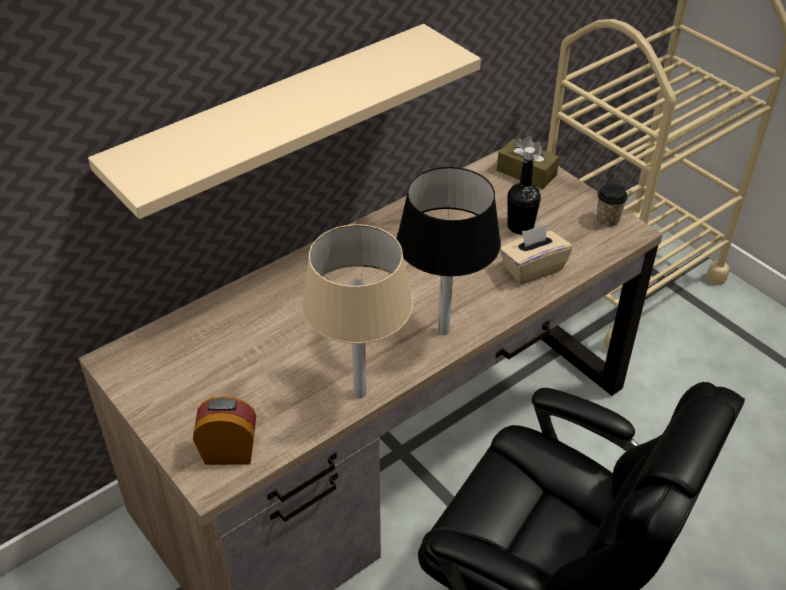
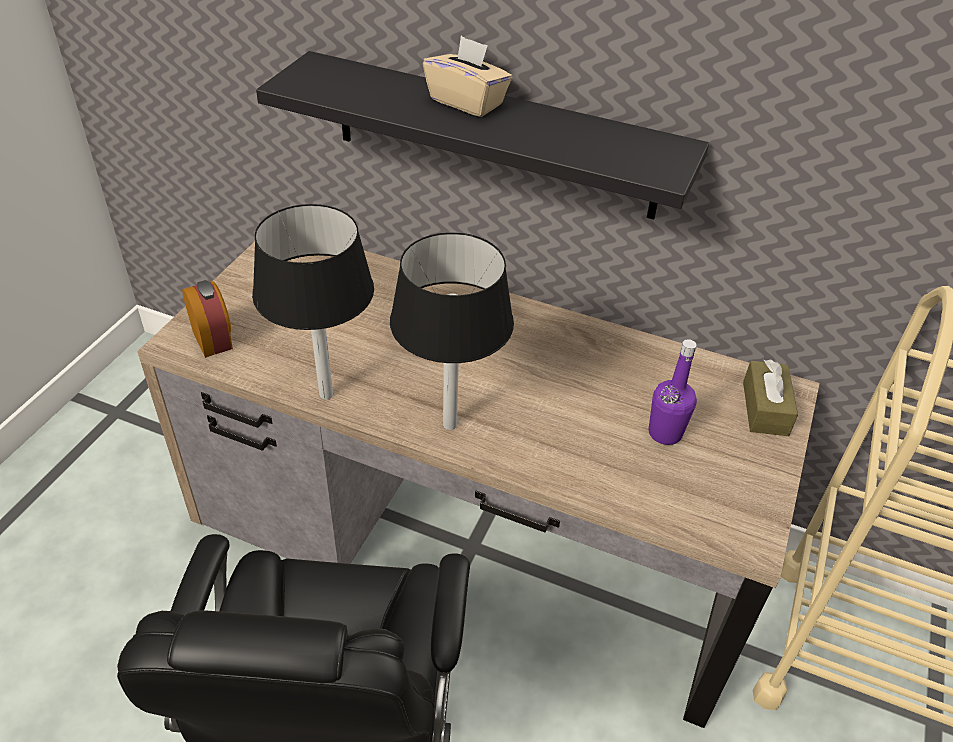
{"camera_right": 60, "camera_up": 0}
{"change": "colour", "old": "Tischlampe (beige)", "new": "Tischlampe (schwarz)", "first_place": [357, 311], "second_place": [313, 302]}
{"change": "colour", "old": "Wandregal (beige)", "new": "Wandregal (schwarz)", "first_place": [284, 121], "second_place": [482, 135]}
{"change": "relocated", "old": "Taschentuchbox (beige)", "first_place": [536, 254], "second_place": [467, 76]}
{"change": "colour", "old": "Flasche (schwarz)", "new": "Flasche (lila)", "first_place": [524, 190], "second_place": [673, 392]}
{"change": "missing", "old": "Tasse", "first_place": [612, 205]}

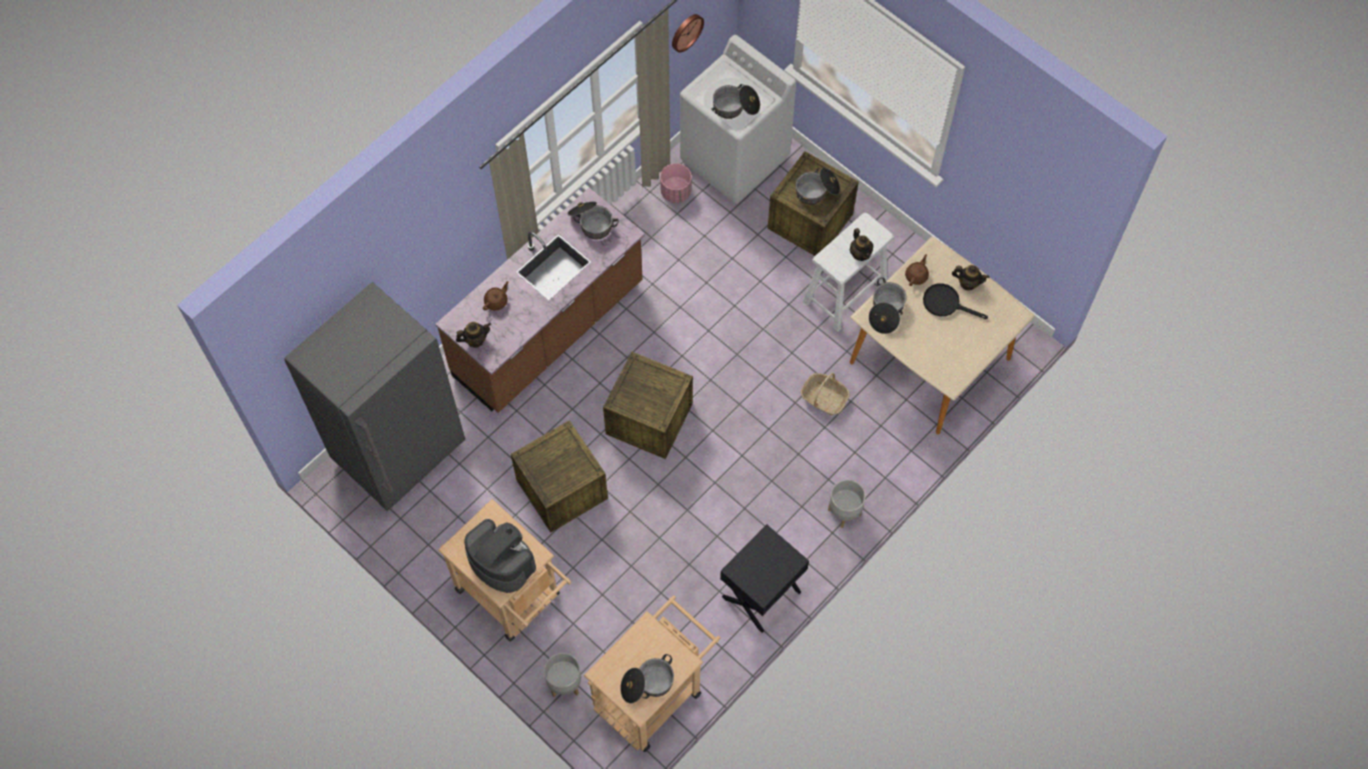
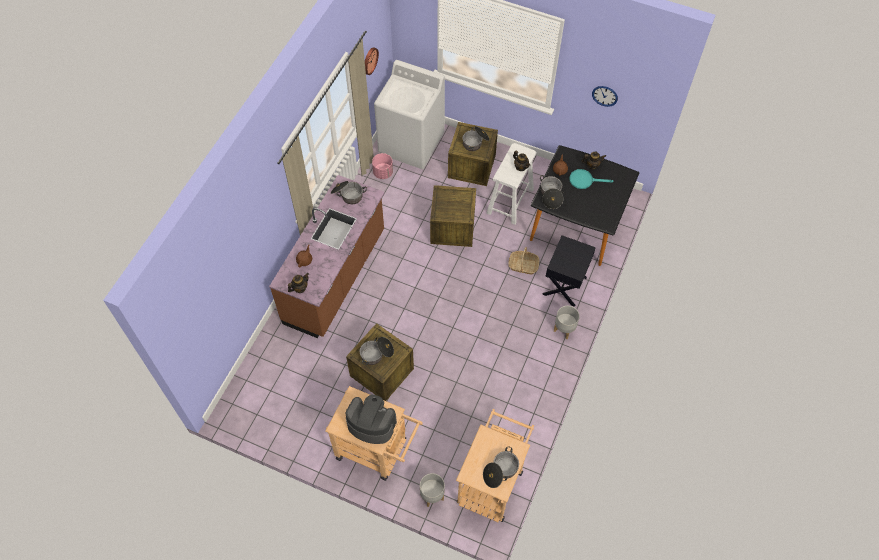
{"camera_right": -20, "camera_up": -5}
{"change": "relocated", "old": "Kochtopf", "first_place": [735, 101], "second_place": [377, 351]}
{"change": "relocated", "old": "Kiste", "first_place": [648, 405], "second_place": [453, 216]}
{"change": "colour", "old": "Esstisch (beige)", "new": "Esstisch (schwarz)", "first_place": [942, 335], "second_place": [584, 205]}
{"change": "relocated", "old": "Nachttisch (schwarz)", "first_place": [764, 578], "second_place": [569, 271]}
{"change": "colour", "old": "Pfanne (schwarz)", "new": "Pfanne (türkis)", "first_place": [955, 301], "second_place": [591, 179]}
{"change": "appeared", "new": "Wanduhr", "second_place": [605, 96]}
{"change": "missing", "old": "Kühlschrank (grau)", "first_place": [374, 396]}

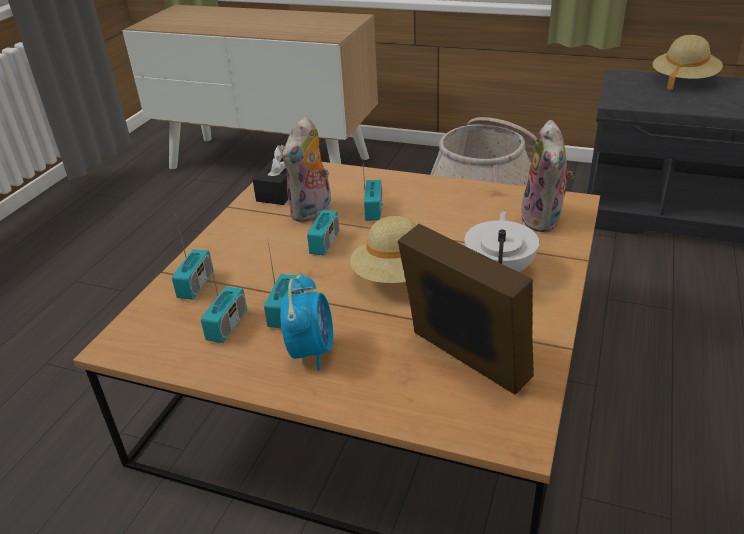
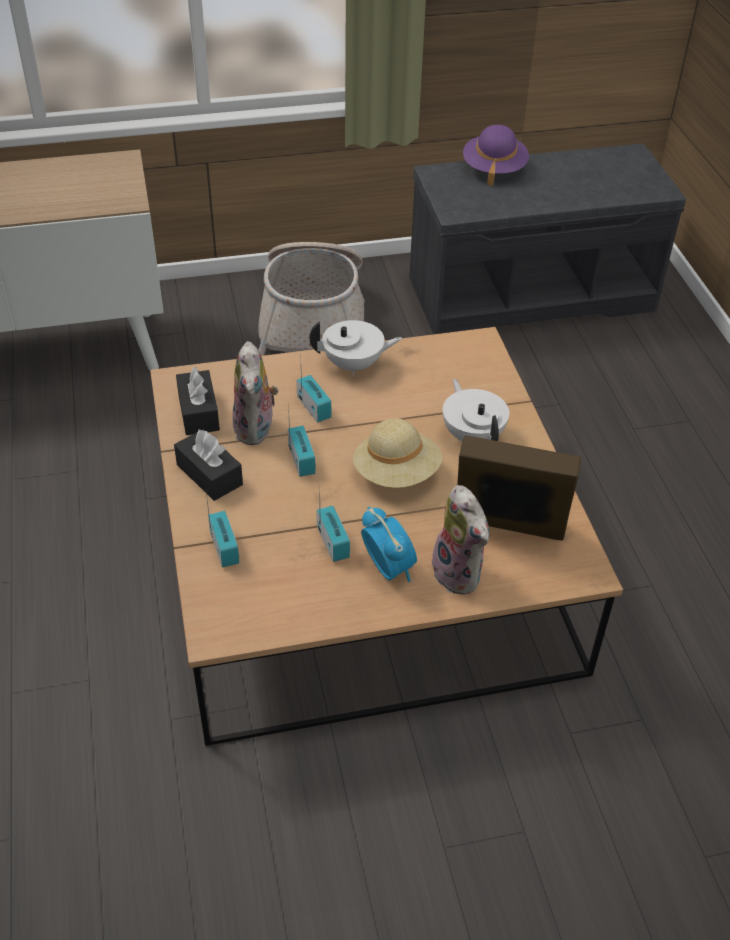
{"camera_right": -35, "camera_up": 10}
{"change": "appeared", "new": "Taschentuchbox (schwarz)", "second_place": [208, 465]}
{"change": "appeared", "new": "Teekanne (weiß)", "second_place": [355, 348]}
{"change": "relocated", "old": "Plüschtier", "first_place": [547, 176], "second_place": [458, 540]}
{"change": "colour", "old": "Hut (beige)", "new": "Hut (lila)", "first_place": [687, 63], "second_place": [496, 155]}
{"change": "missing", "old": "Radio", "first_place": [224, 297]}

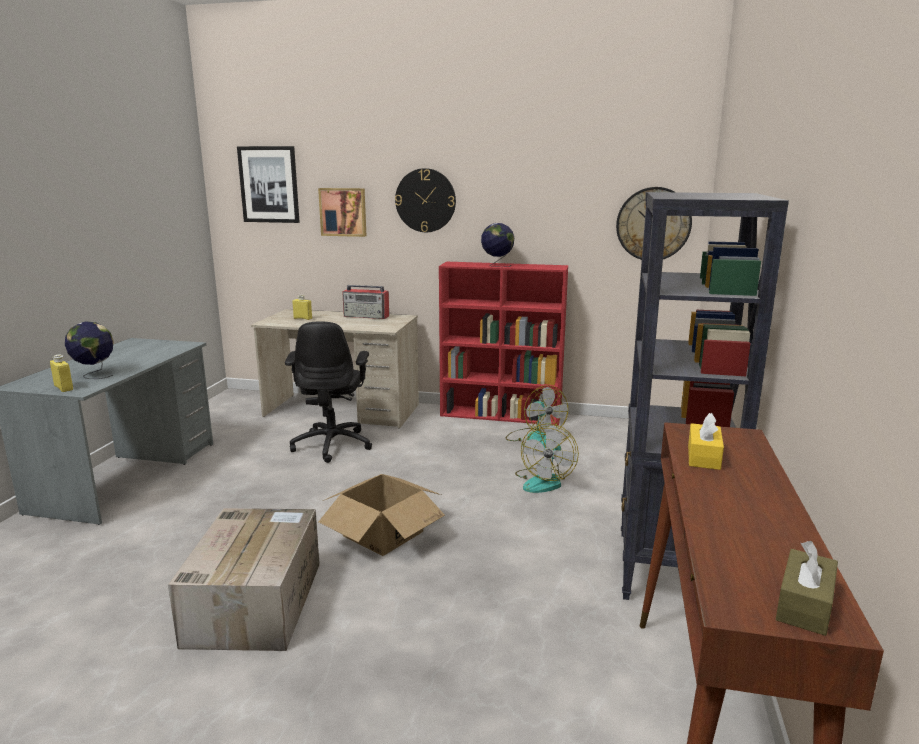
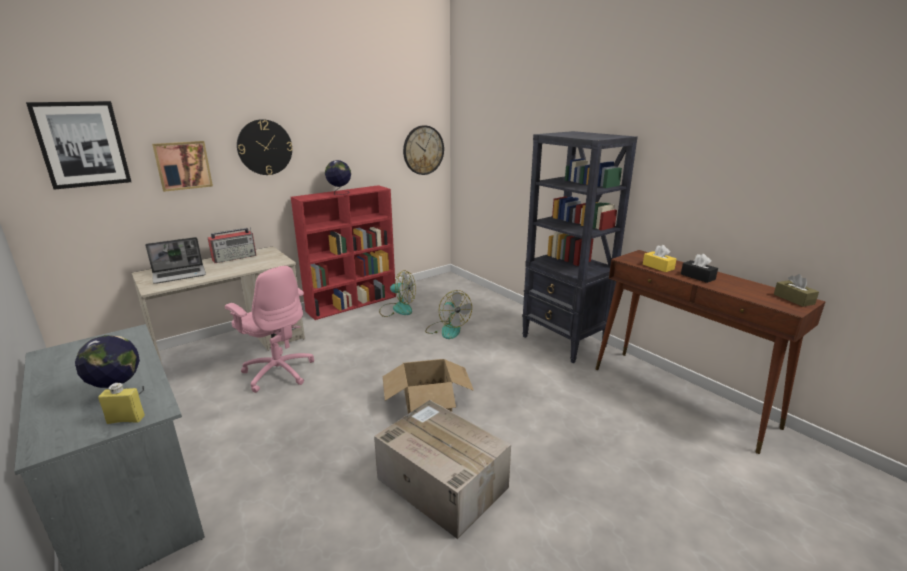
{"camera_right": -50, "camera_up": 5}
{"change": "exchanged", "old": "Flasche (gelb)", "new": "Laptop", "first_place": [302, 307], "second_place": [175, 260]}
{"change": "colour", "old": "Bürostuhl (schwarz)", "new": "Bürostuhl (rosa)", "first_place": [328, 392], "second_place": [269, 329]}
{"change": "appeared", "new": "Taschentuchbox (schwarz)", "second_place": [699, 268]}

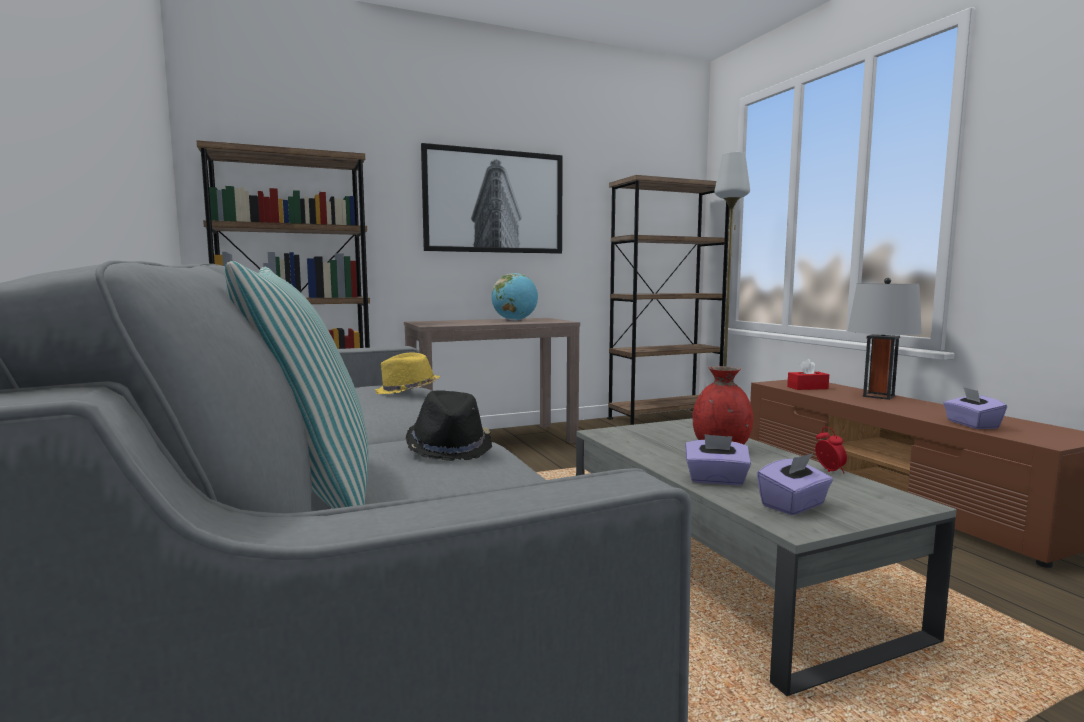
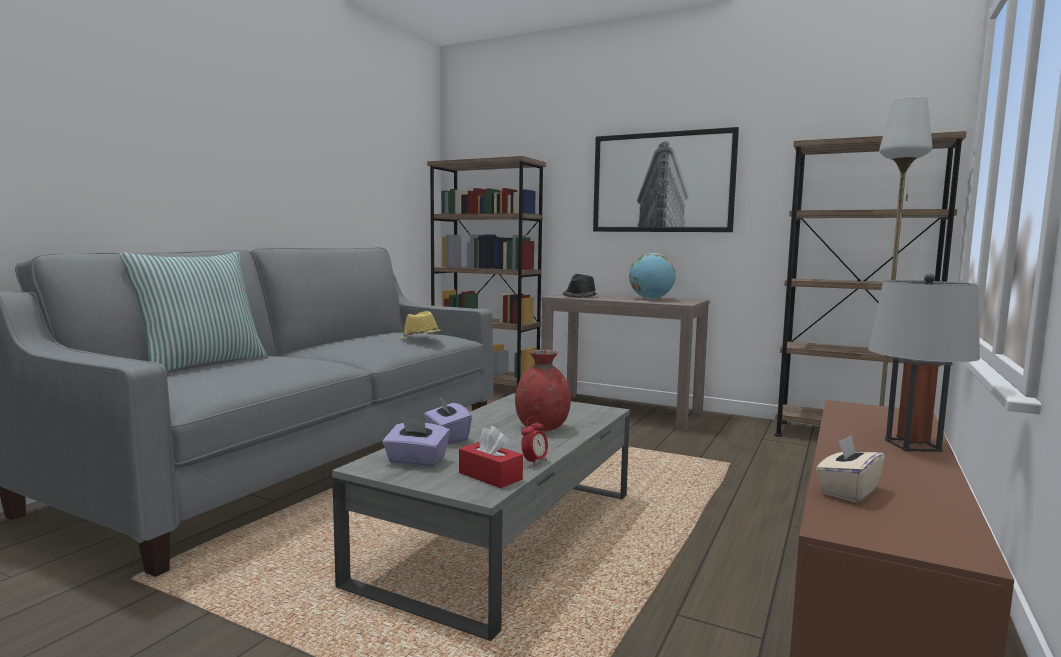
{"camera_right": 50, "camera_up": 0}
{"change": "relocated", "old": "Taschentuchbox (rot)", "first_place": [808, 374], "second_place": [491, 457]}
{"change": "relocated", "old": "Hut (schwarz)", "first_place": [449, 425], "second_place": [580, 286]}
{"change": "colour", "old": "Taschentuchbox (lila)", "new": "Taschentuchbox (beige)", "first_place": [975, 408], "second_place": [850, 469]}

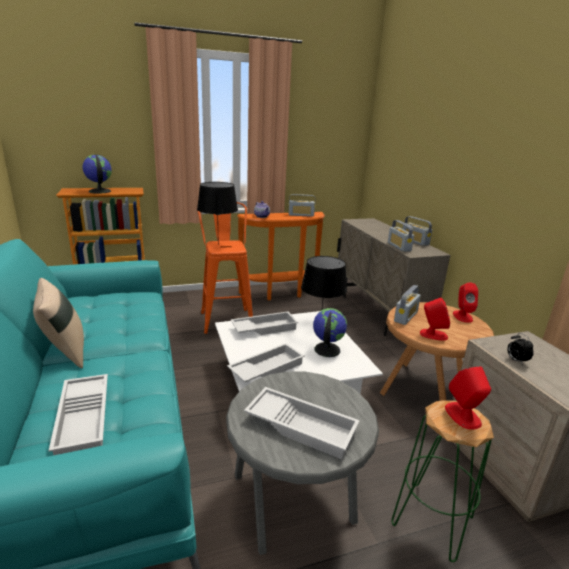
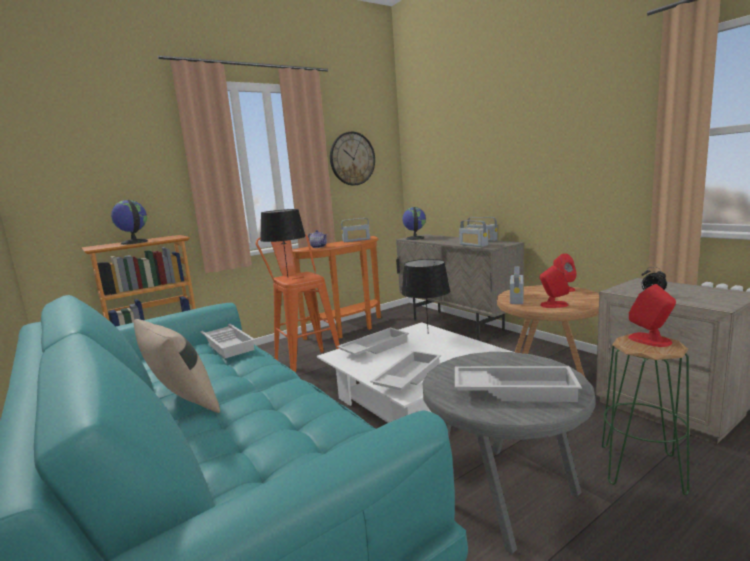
{"camera_right": -15, "camera_up": -10}
{"change": "relocated", "old": "Tablett (weiß)", "first_place": [78, 414], "second_place": [227, 341]}
{"change": "appeared", "new": "Wanduhr", "second_place": [352, 158]}
{"change": "relocated", "old": "Globus", "first_place": [330, 332], "second_place": [414, 223]}

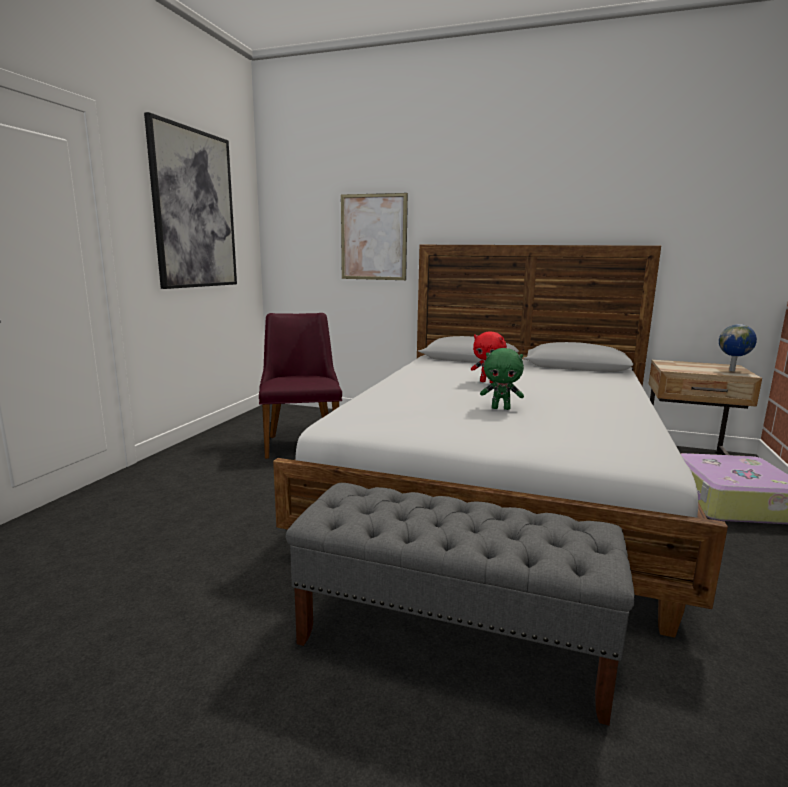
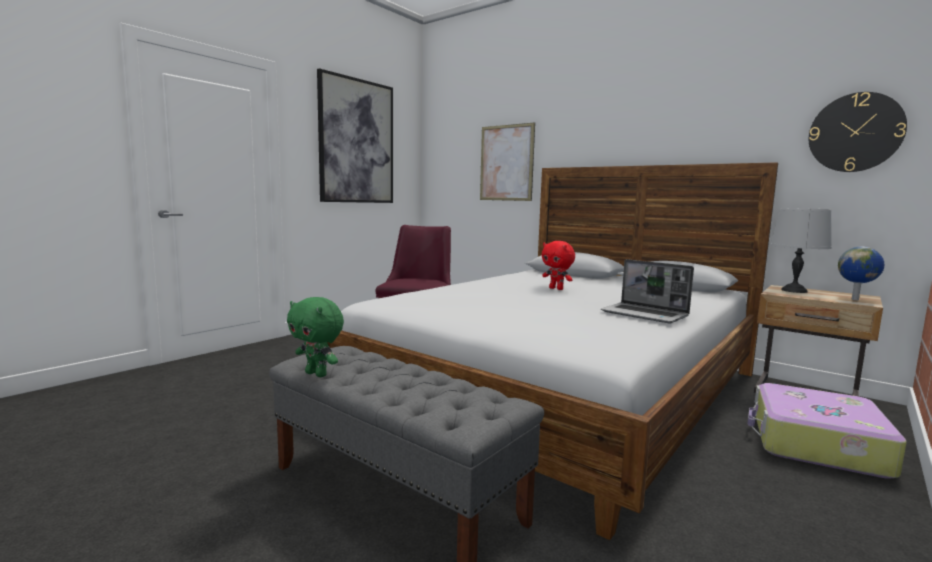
{"camera_right": 20, "camera_up": -5}
{"change": "relocated", "old": "Plüschtier (grün)", "first_place": [502, 379], "second_place": [315, 337]}
{"change": "appeared", "new": "Laptop", "second_place": [647, 291]}
{"change": "appeared", "new": "Tischlampe (grau)", "second_place": [801, 250]}
{"change": "appeared", "new": "Wanduhr", "second_place": [858, 132]}

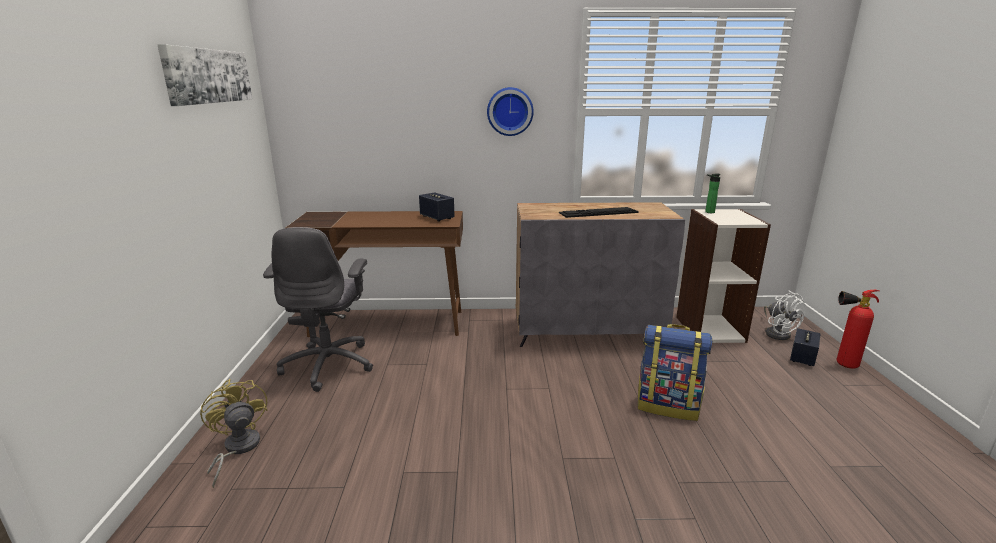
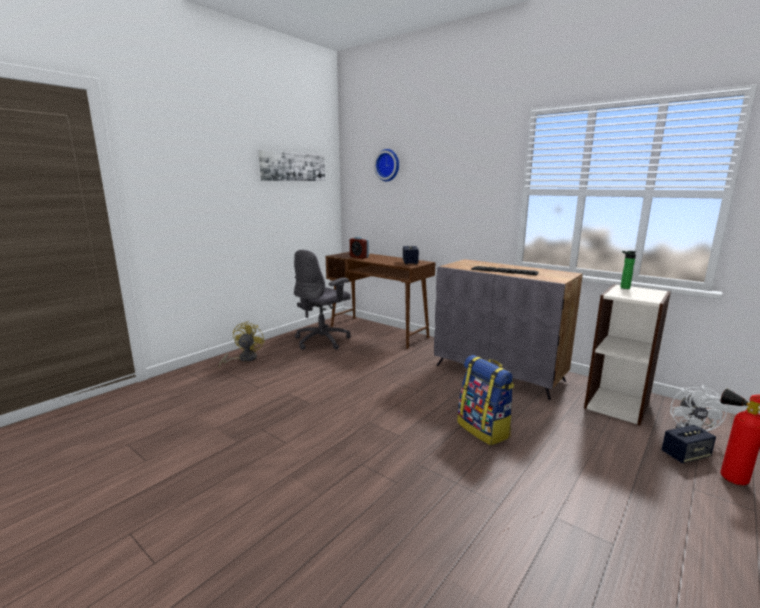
{"camera_right": 40, "camera_up": -5}
{"change": "appeared", "new": "Wecker", "second_place": [359, 248]}
{"change": "relocated", "old": "Wanduhr", "first_place": [510, 111], "second_place": [386, 165]}

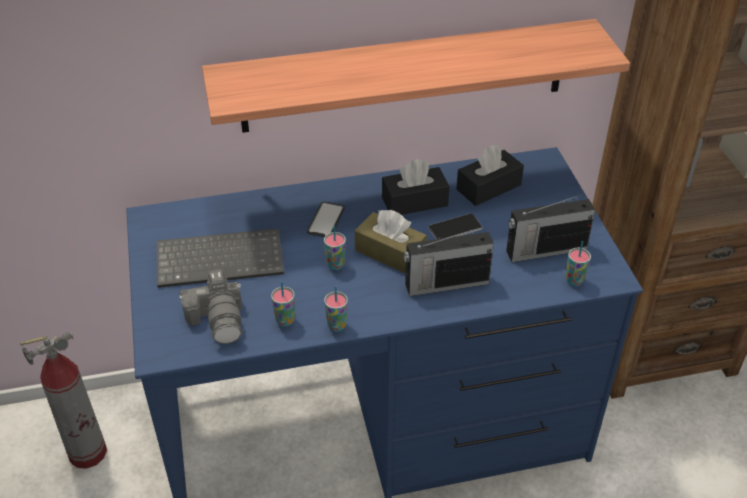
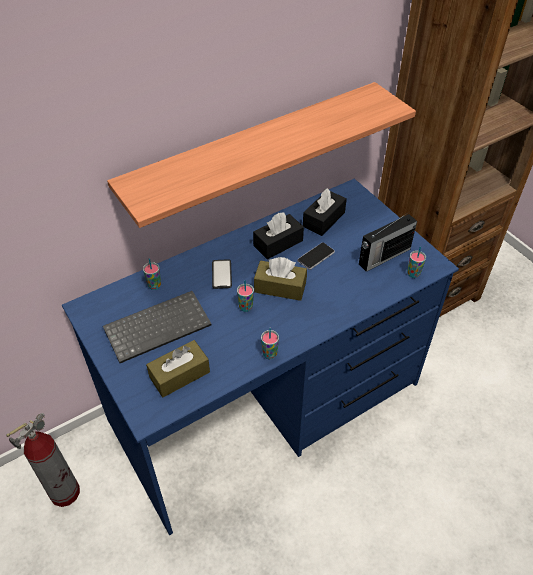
{"camera_right": -20, "camera_up": 5}
{"change": "relocated", "old": "Tasse", "first_place": [283, 304], "second_place": [152, 274]}
{"change": "exchanged", "old": "Kamera", "new": "Taschentuchbox (braun)", "first_place": [211, 306], "second_place": [178, 368]}
{"change": "missing", "old": "Radio", "first_place": [449, 261]}

